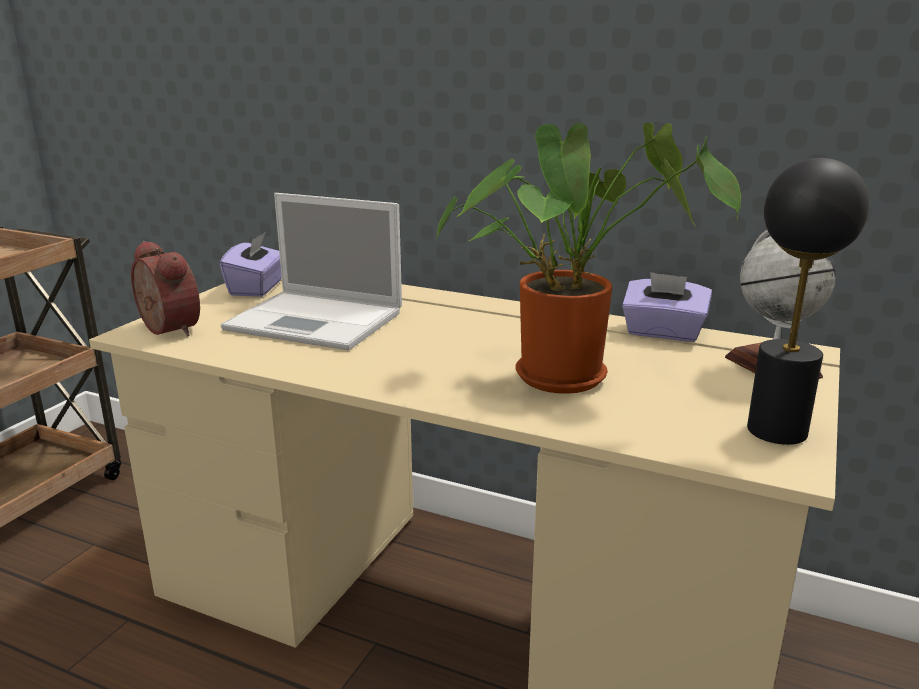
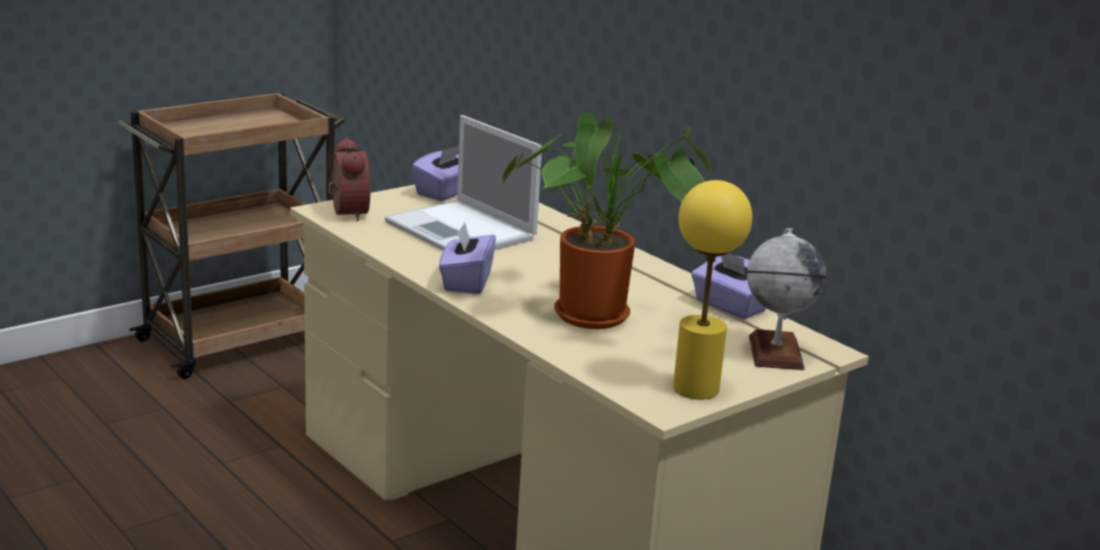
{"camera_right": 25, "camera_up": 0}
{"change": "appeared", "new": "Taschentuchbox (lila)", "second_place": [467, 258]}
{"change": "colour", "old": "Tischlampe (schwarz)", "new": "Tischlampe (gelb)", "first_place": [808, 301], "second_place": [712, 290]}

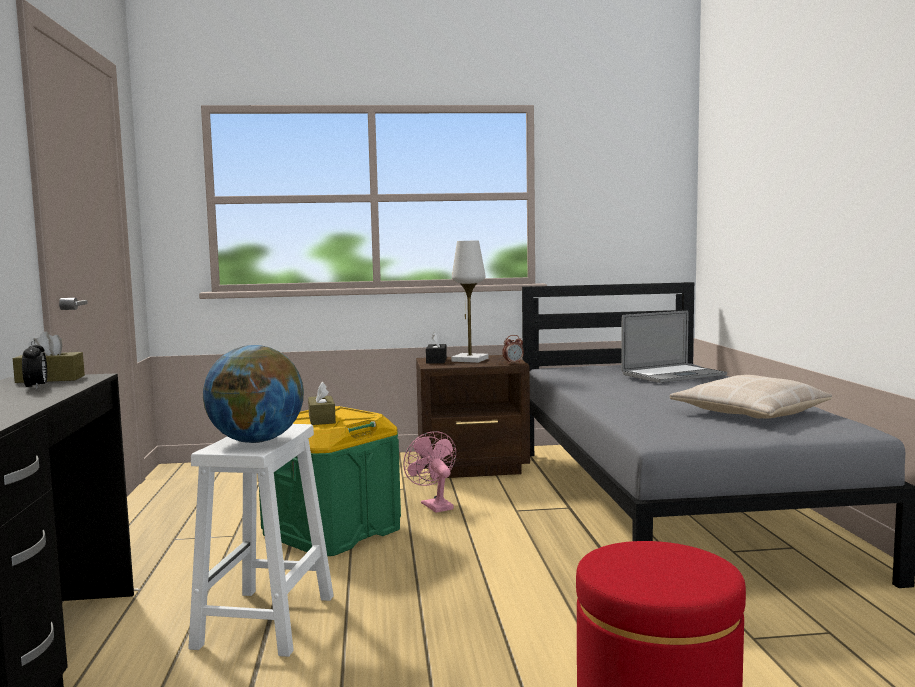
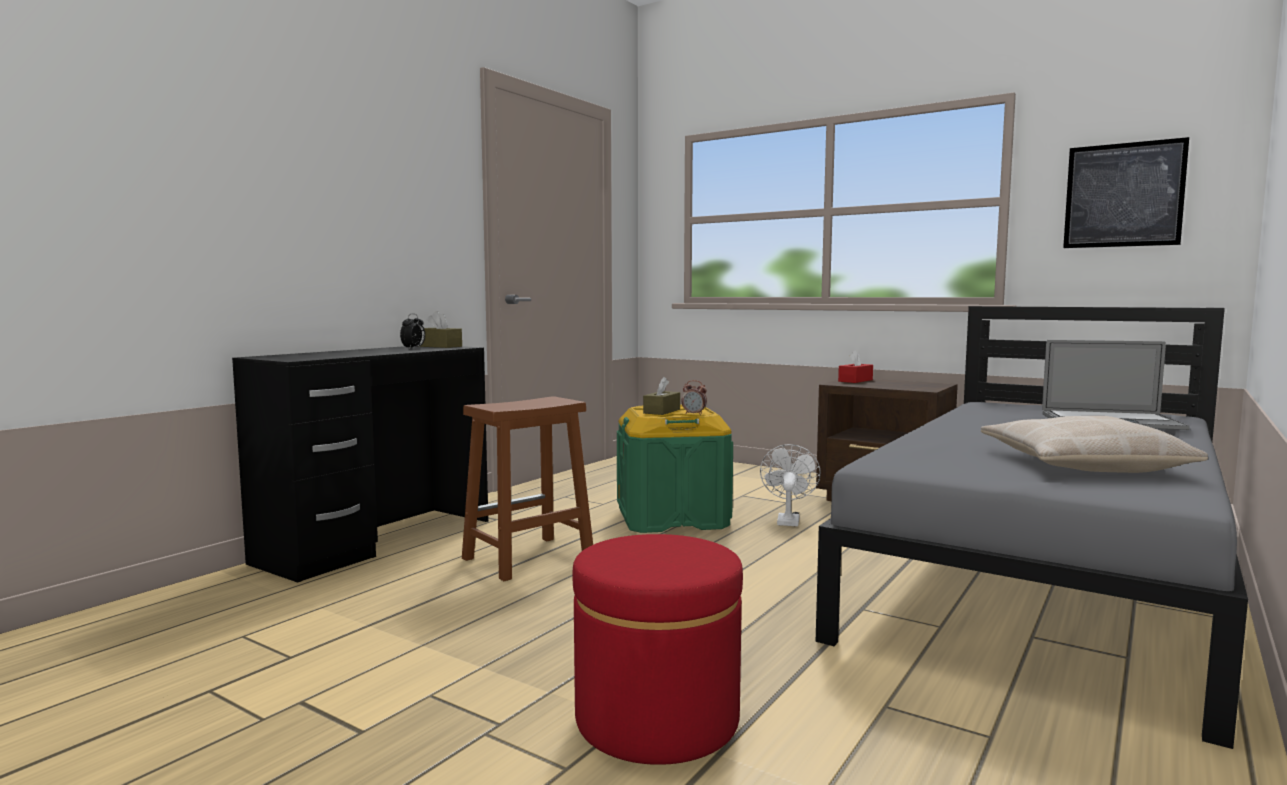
{"camera_right": 40, "camera_up": 0}
{"change": "colour", "old": "Hocker (weiß)", "new": "Hocker (braun)", "first_place": [261, 540], "second_place": [527, 488]}
{"change": "relocated", "old": "Wecker", "first_place": [513, 349], "second_place": [694, 397]}
{"change": "colour", "old": "Ventilator (rosa)", "new": "Ventilator (weiß)", "first_place": [429, 472], "second_place": [790, 485]}
{"change": "colour", "old": "Taschentuchbox (schwarz)", "new": "Taschentuchbox (rot)", "first_place": [436, 348], "second_place": [855, 366]}
{"change": "appeared", "new": "Bild", "second_place": [1126, 192]}
{"change": "missing", "old": "Globus", "first_place": [253, 394]}
{"change": "missing", "old": "Tischlampe (weiß)", "first_place": [469, 302]}

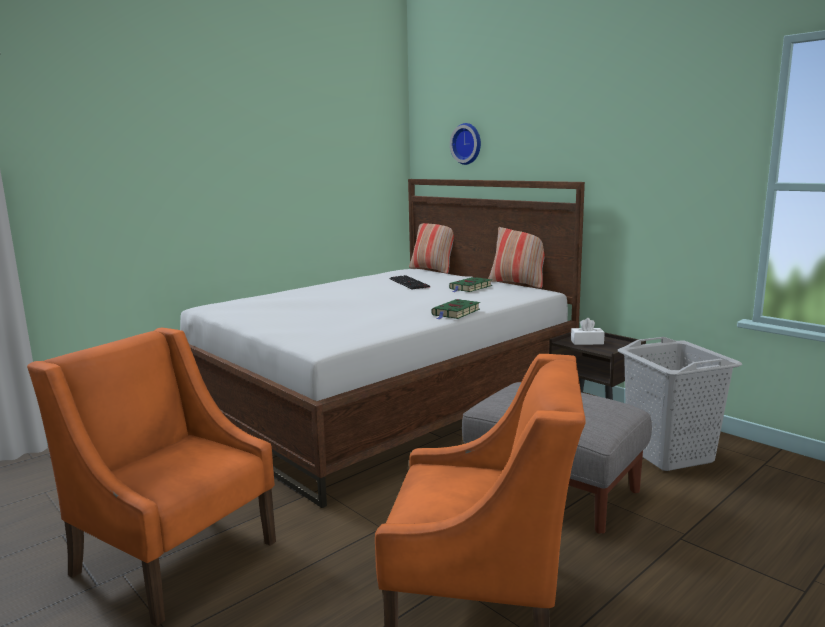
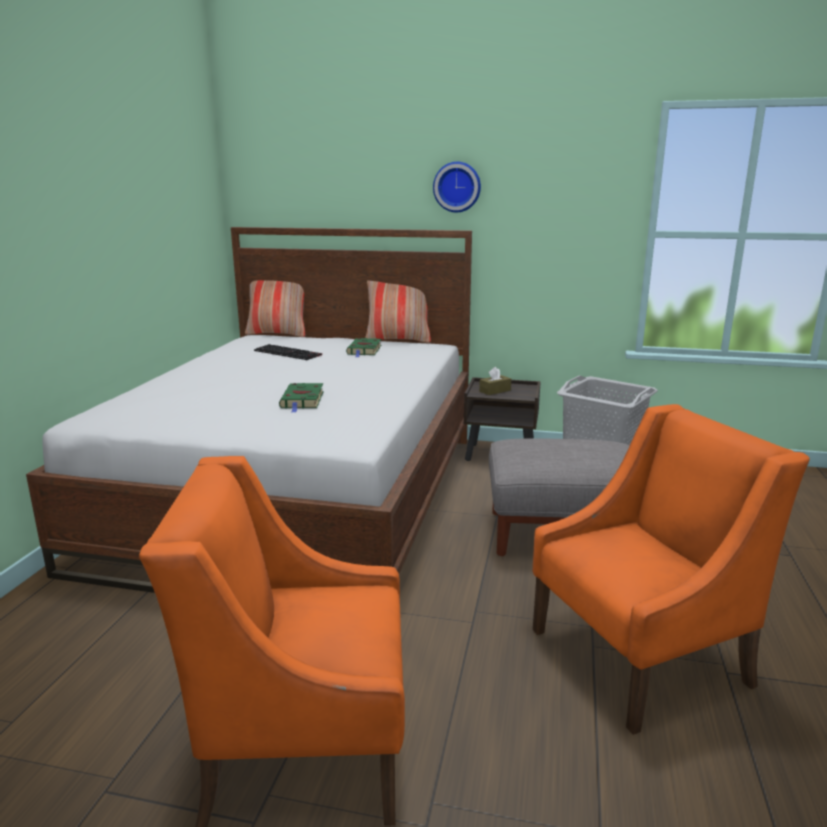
{"camera_right": -35, "camera_up": 5}
{"change": "relocated", "old": "Buch (grün)", "first_place": [455, 309], "second_place": [301, 398]}
{"change": "relocated", "old": "Wanduhr", "first_place": [465, 144], "second_place": [457, 187]}
{"change": "colour", "old": "Taschentuchbox (weiß)", "new": "Taschentuchbox (braun)", "first_place": [588, 331], "second_place": [495, 381]}

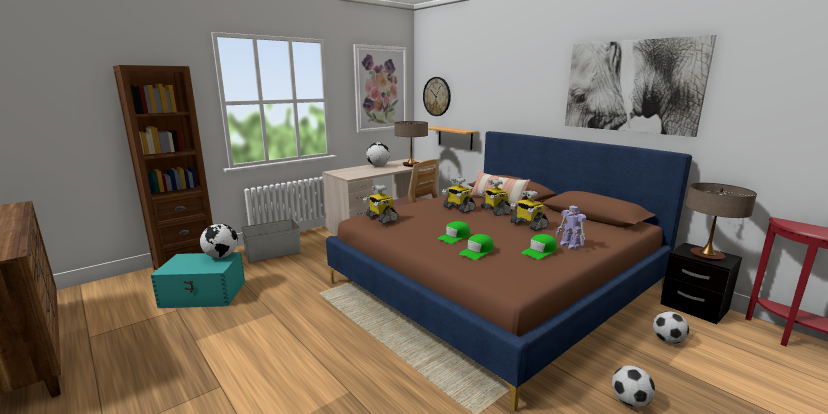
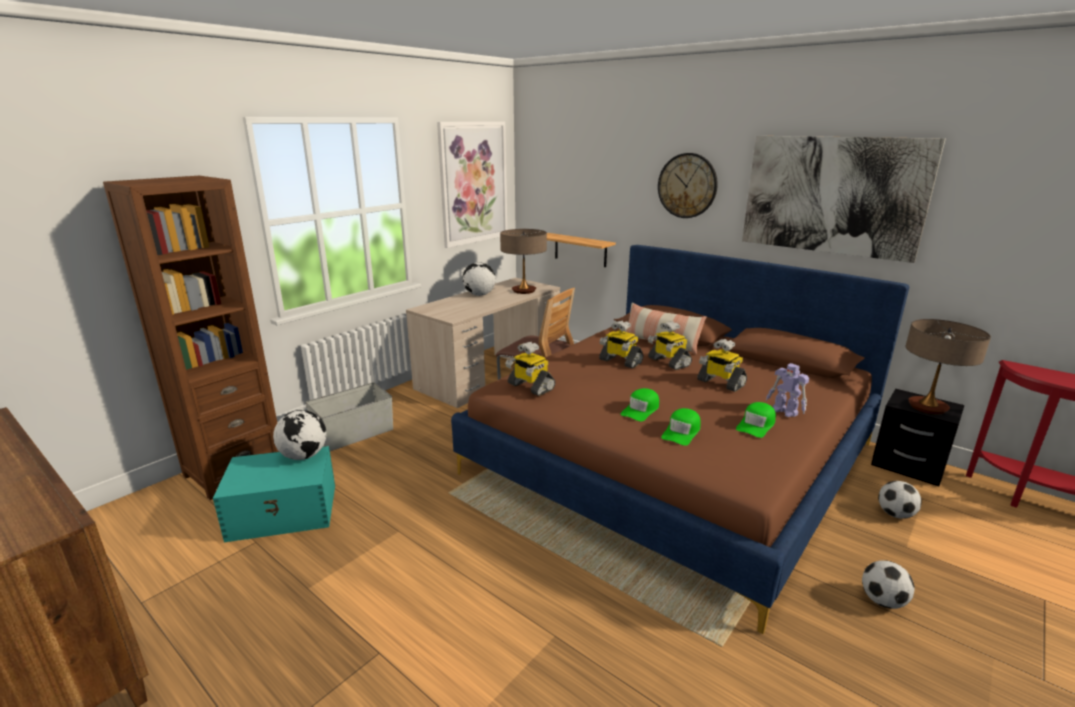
{"camera_right": -10, "camera_up": 5}
{"change": "relocated", "old": "Wanduhr", "first_place": [437, 96], "second_place": [688, 185]}

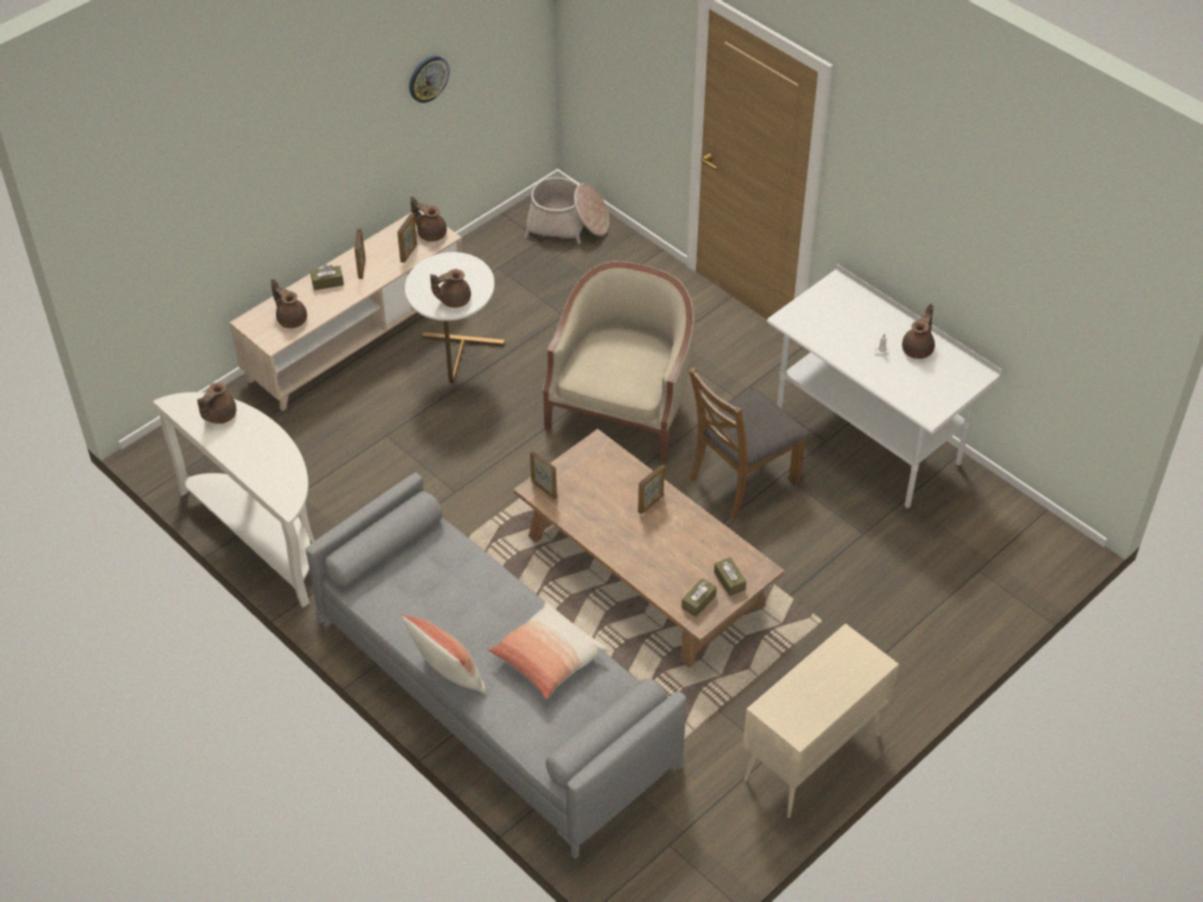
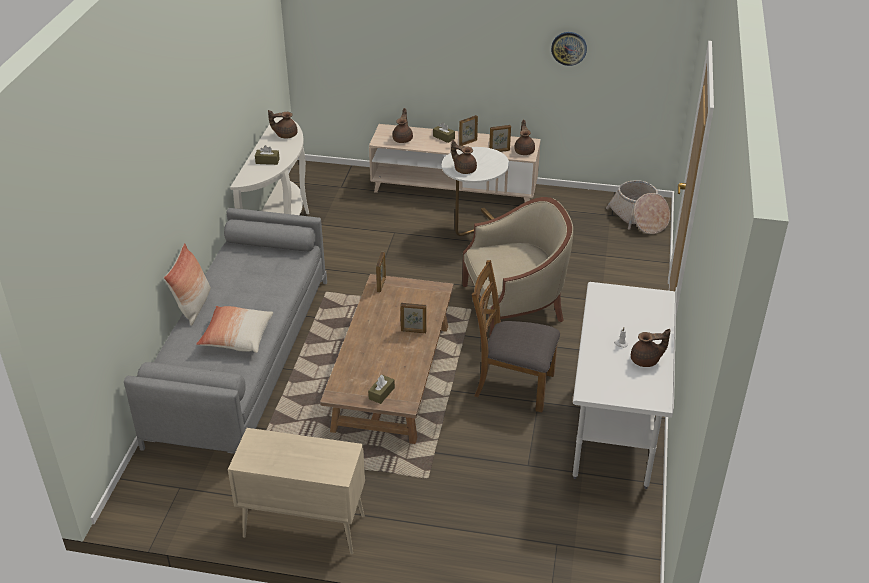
{"camera_right": 55, "camera_up": -10}
{"change": "relocated", "old": "Taschentuchbox (braun)", "first_place": [699, 597], "second_place": [267, 155]}

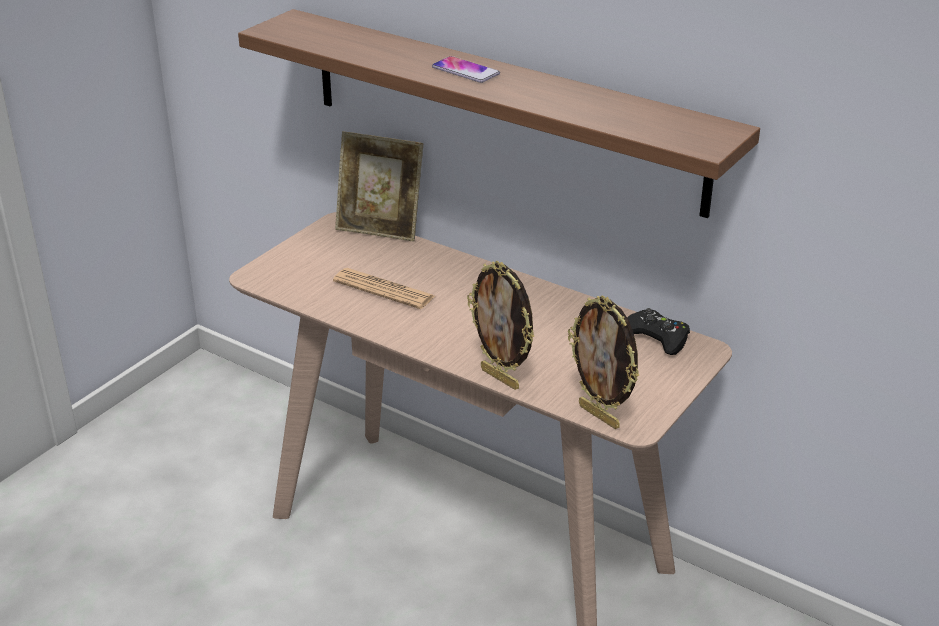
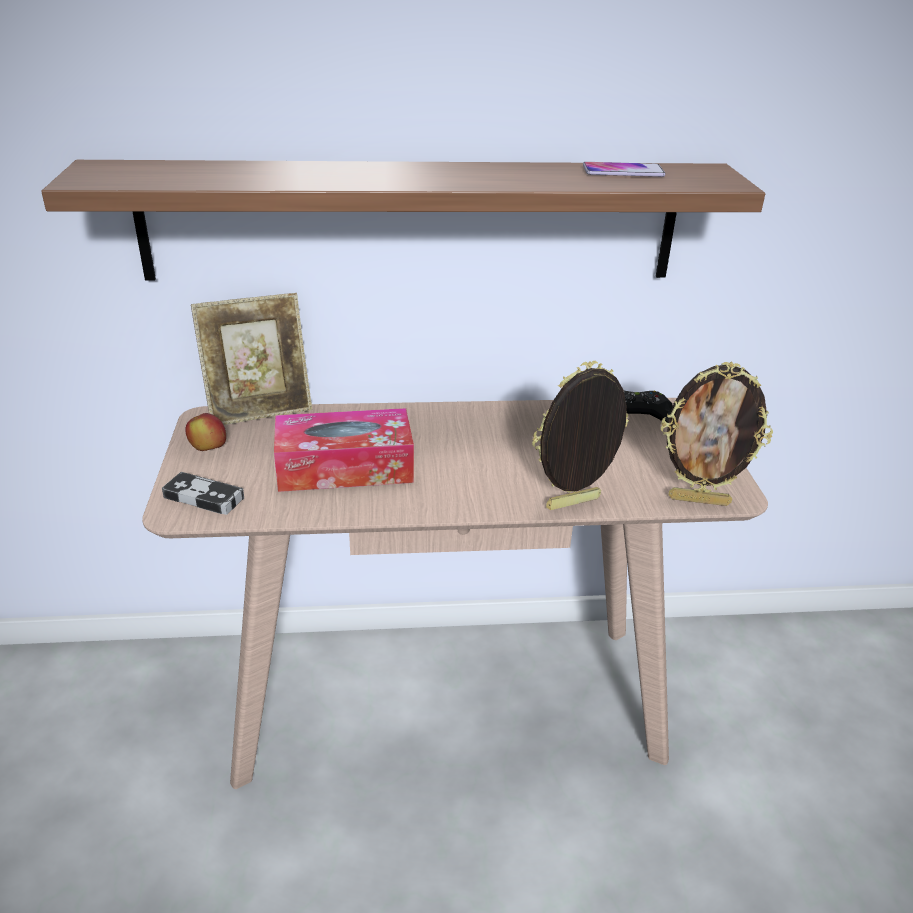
{"camera_right": -40, "camera_up": 0}
{"change": "appeared", "new": "Gamepad", "second_place": [203, 493]}
{"change": "appeared", "new": "Apfel", "second_place": [205, 432]}
{"change": "exchanged", "old": "Zeitung", "new": "Taschentuchbox", "first_place": [384, 288], "second_place": [344, 450]}
{"change": "spun", "old": "Bilderrahmen", "first_place": [500, 325], "second_place": [580, 435], "degrees": 150}
{"change": "relocated", "old": "Handy", "first_place": [466, 69], "second_place": [624, 169]}

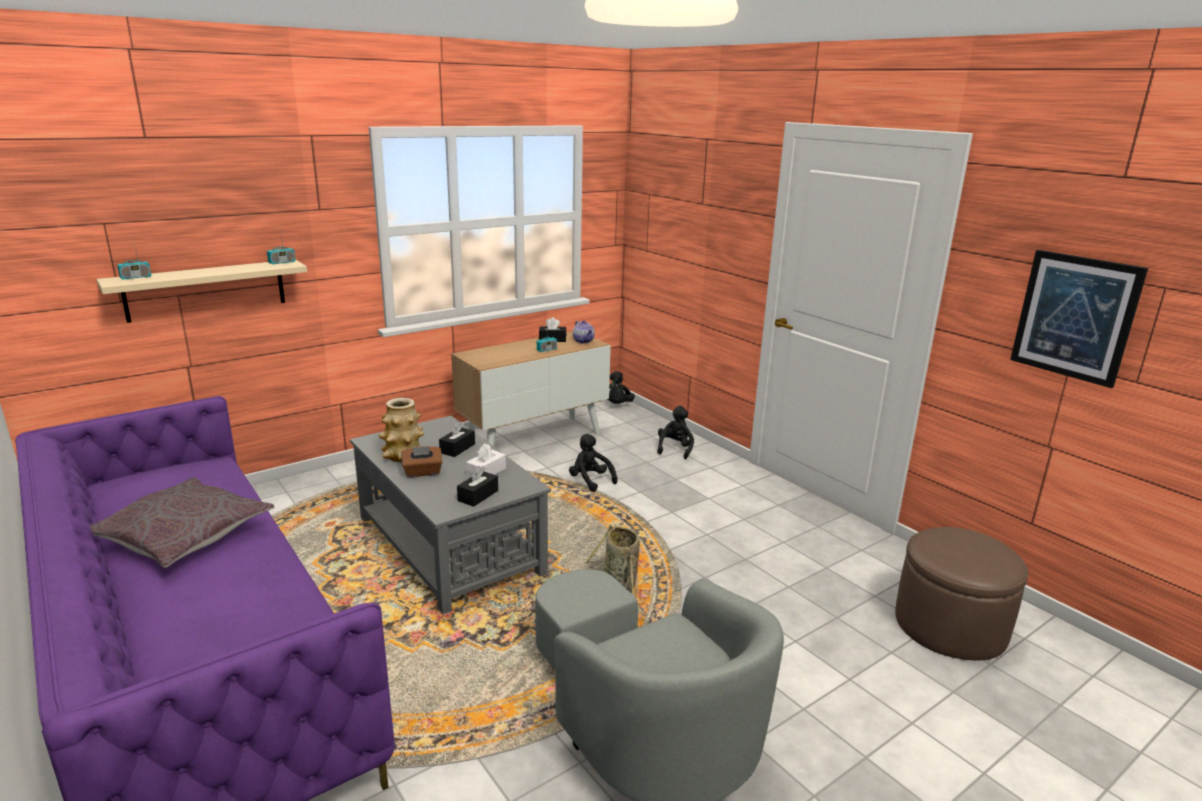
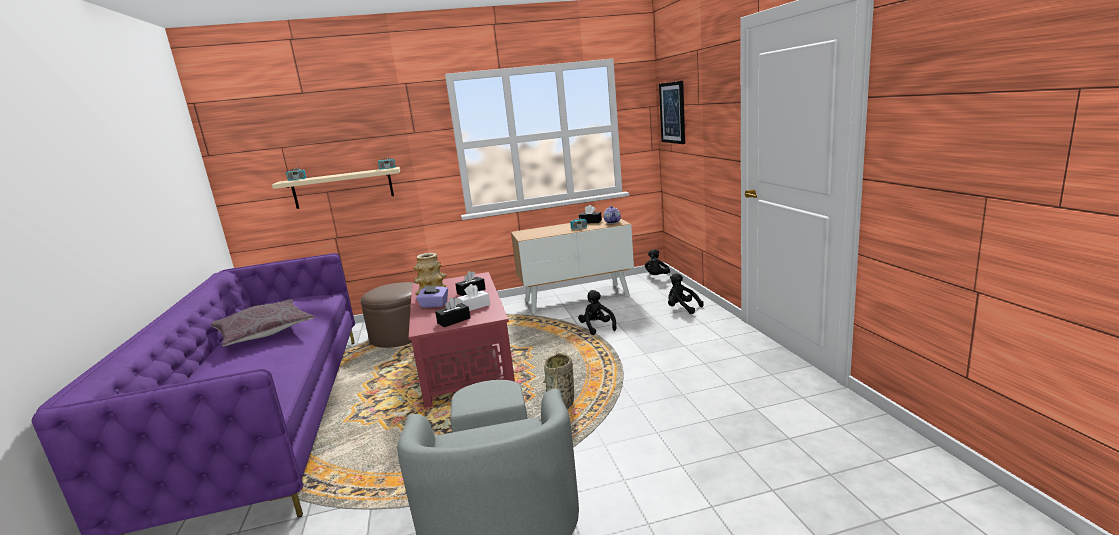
{"camera_right": 25, "camera_up": -5}
{"change": "relocated", "old": "Polsterhocker (braun)", "first_place": [962, 594], "second_place": [388, 315]}
{"change": "colour", "old": "Couchtisch (grau)", "new": "Couchtisch (rot)", "first_place": [450, 515], "second_place": [461, 340]}
{"change": "colour", "old": "Taschentuchbox (braun)", "new": "Taschentuchbox (lila)", "first_place": [421, 461], "second_place": [432, 296]}
{"change": "relocated", "old": "Bild", "first_place": [1079, 319], "second_place": [672, 112]}
{"change": "spun", "old": "Plüschtier (schwarz)", "first_place": [675, 432], "second_place": [686, 293], "degrees": -90}

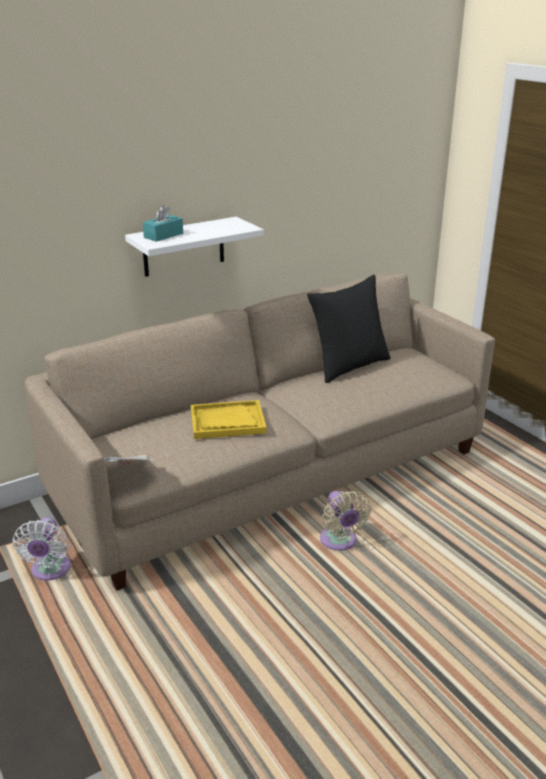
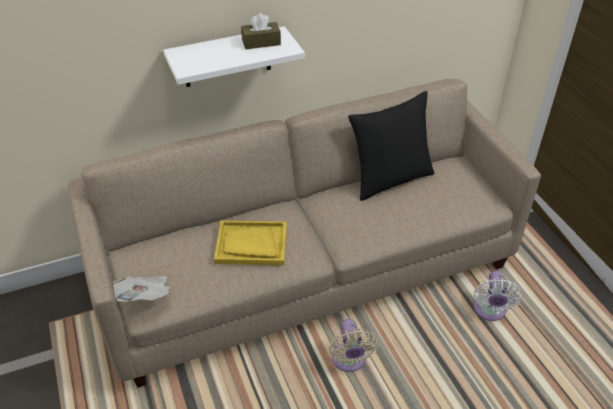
{"camera_right": 10, "camera_up": 15}
{"change": "appeared", "new": "Taschentuchbox (braun)", "second_place": [261, 31]}
{"change": "relocated", "old": "Ventilator (weiß)", "first_place": [41, 548], "second_place": [498, 296]}
{"change": "missing", "old": "Taschentuchbox (türkis)", "first_place": [163, 223]}

